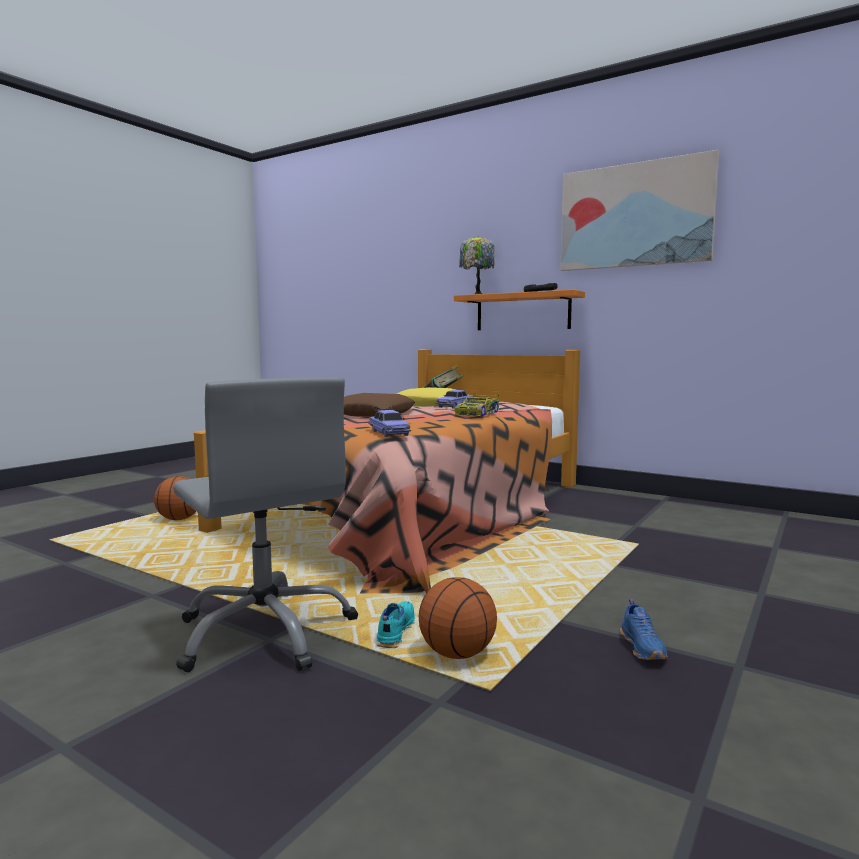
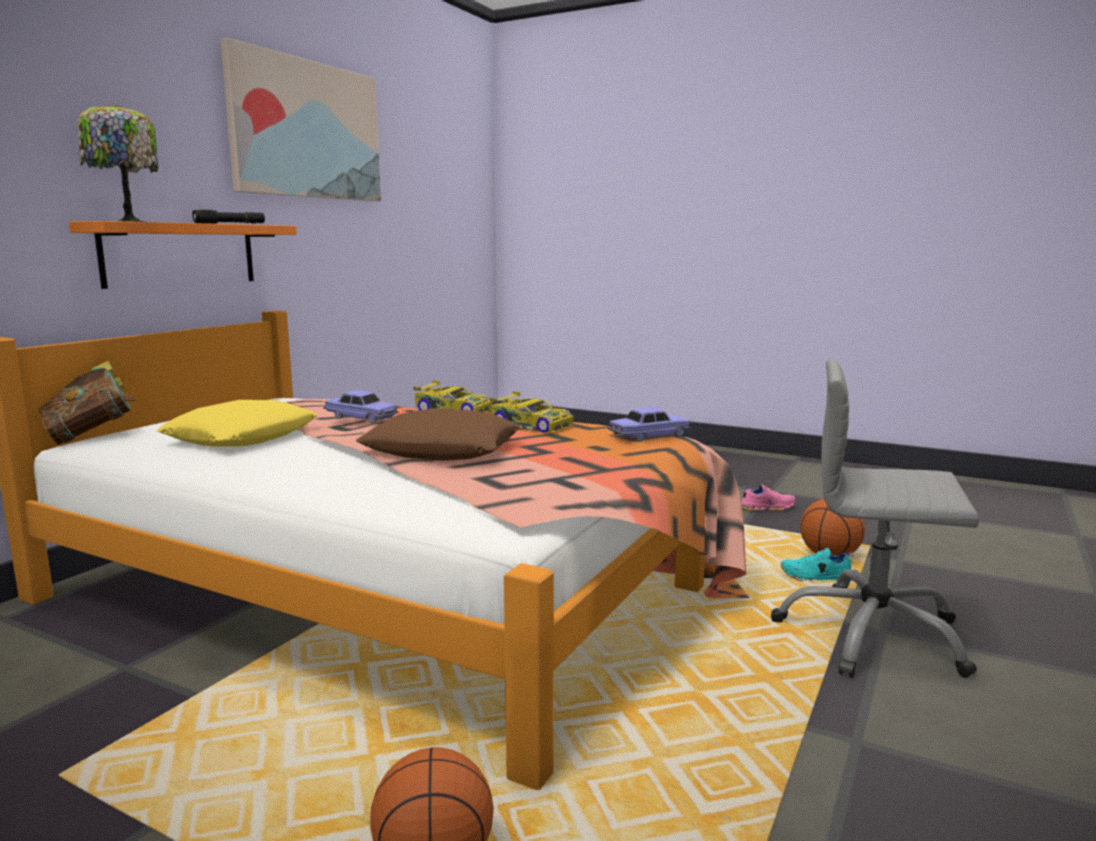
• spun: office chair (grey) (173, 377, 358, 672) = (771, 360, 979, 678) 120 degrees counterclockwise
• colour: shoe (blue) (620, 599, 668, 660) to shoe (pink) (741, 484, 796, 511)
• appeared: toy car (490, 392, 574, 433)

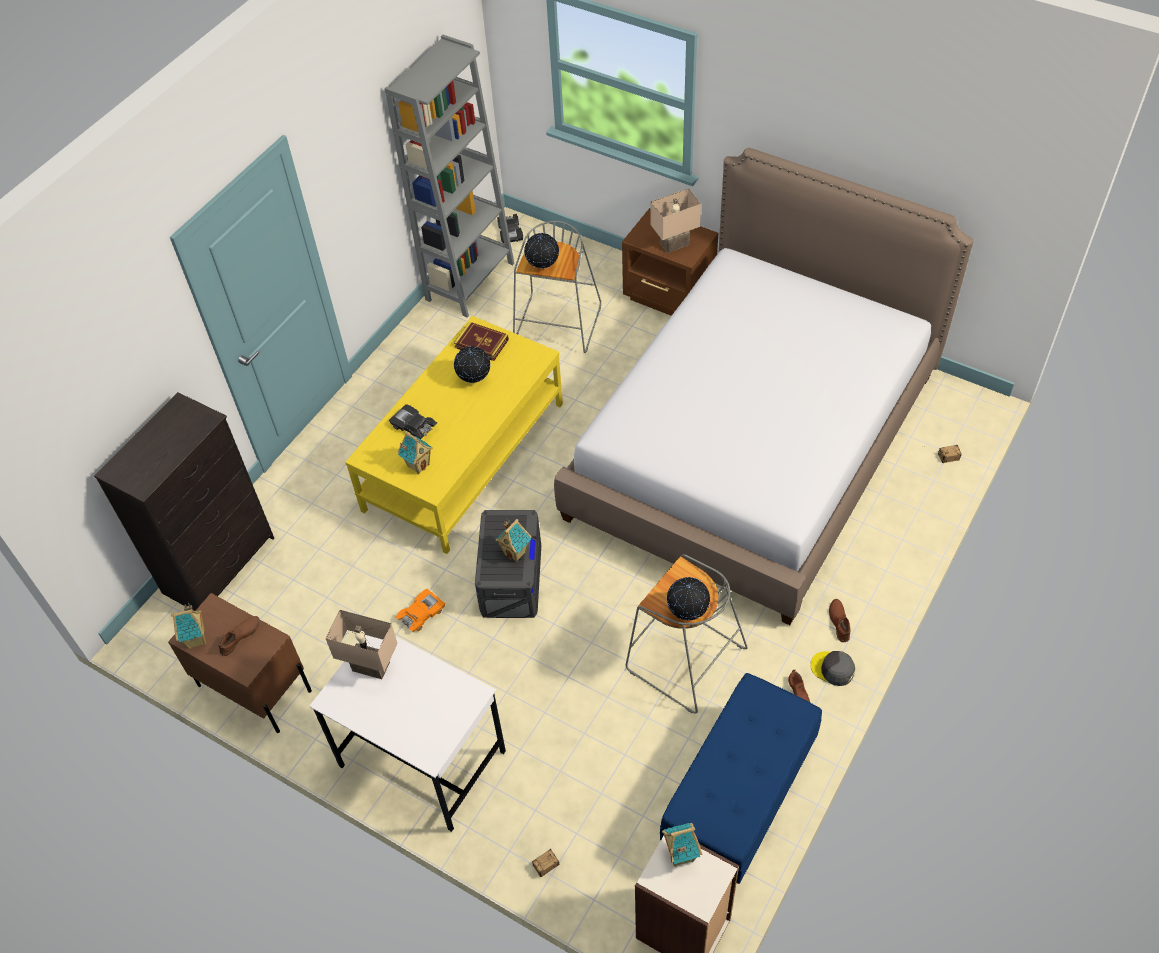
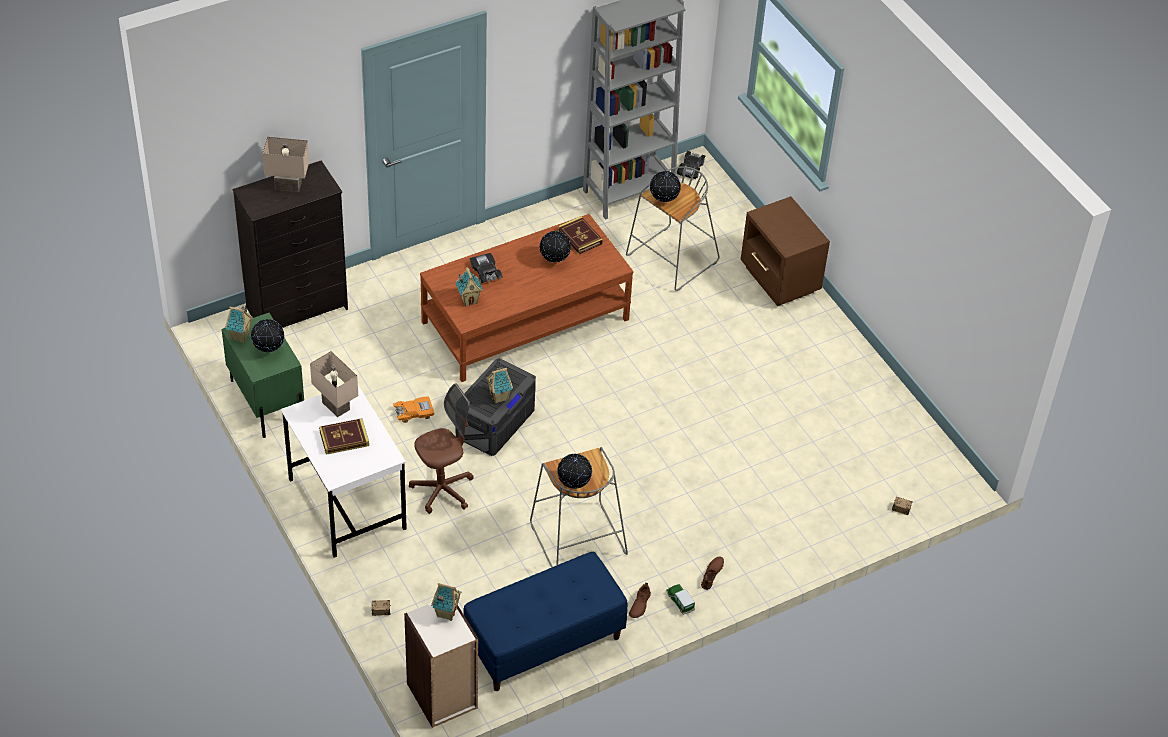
• missing: bed (554, 148, 974, 625)
• relocated: table lamp (beige) (650, 188, 701, 253) to (262, 137, 309, 192)
• colour: coffee table (yellow) (345, 316, 563, 554) to coffee table (brown) (420, 214, 633, 382)
• colour: nightstand (brown) (168, 593, 312, 733) to nightstand (green) (222, 313, 304, 438)
• exchanged: shoe (brown) (218, 616, 260, 656) to globe (251, 319, 284, 352)
• exchanged: cap (grey) (810, 651, 855, 686) to toy car (666, 584, 695, 615)
• appeared: office chair (brown) (409, 384, 474, 514)
• appeared: book (319, 418, 369, 454)

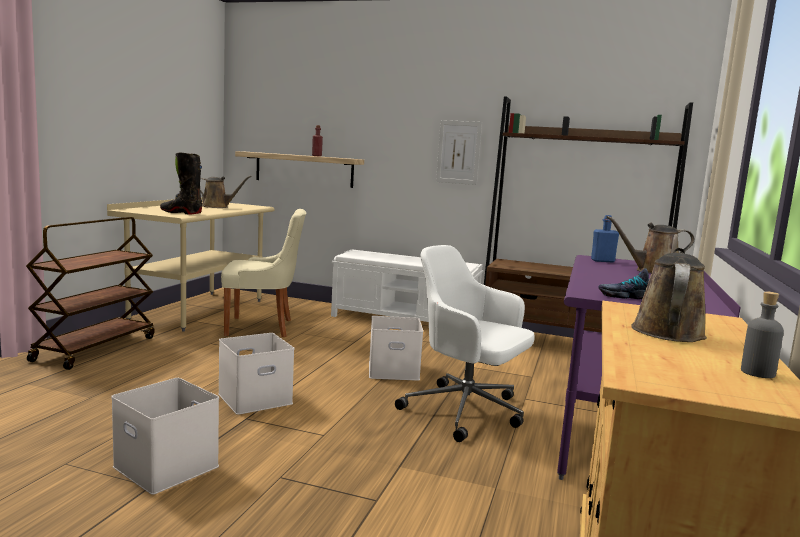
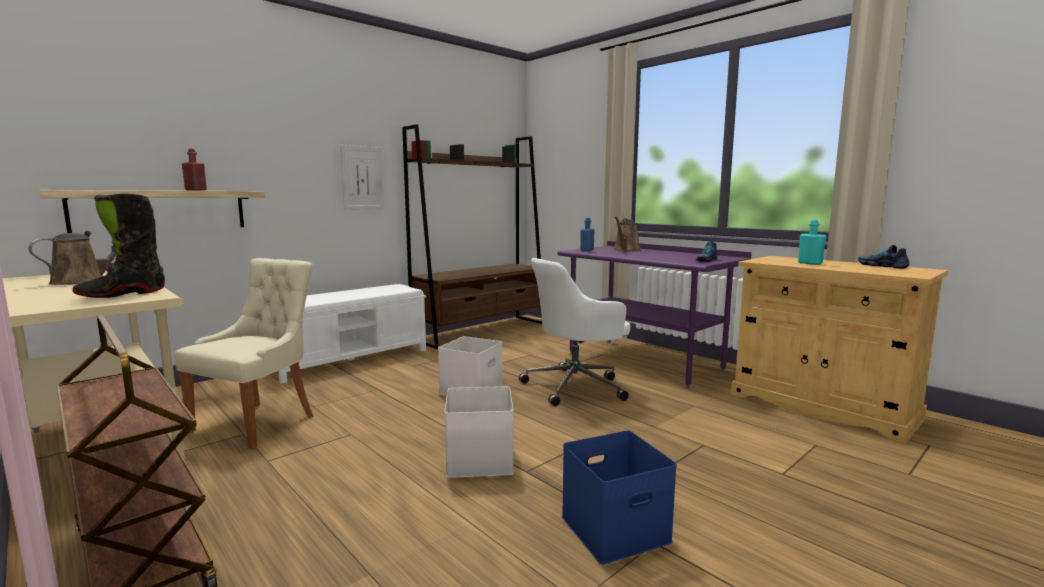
• exchanged: watering can (brown) (631, 234, 707, 342) to bottle (turquoise) (798, 220, 826, 265)
• exchanged: bottle (grey) (741, 291, 784, 378) to shoe (858, 245, 909, 269)
• colour: storage box (white) (111, 378, 219, 495) to storage box (blue) (562, 430, 677, 565)

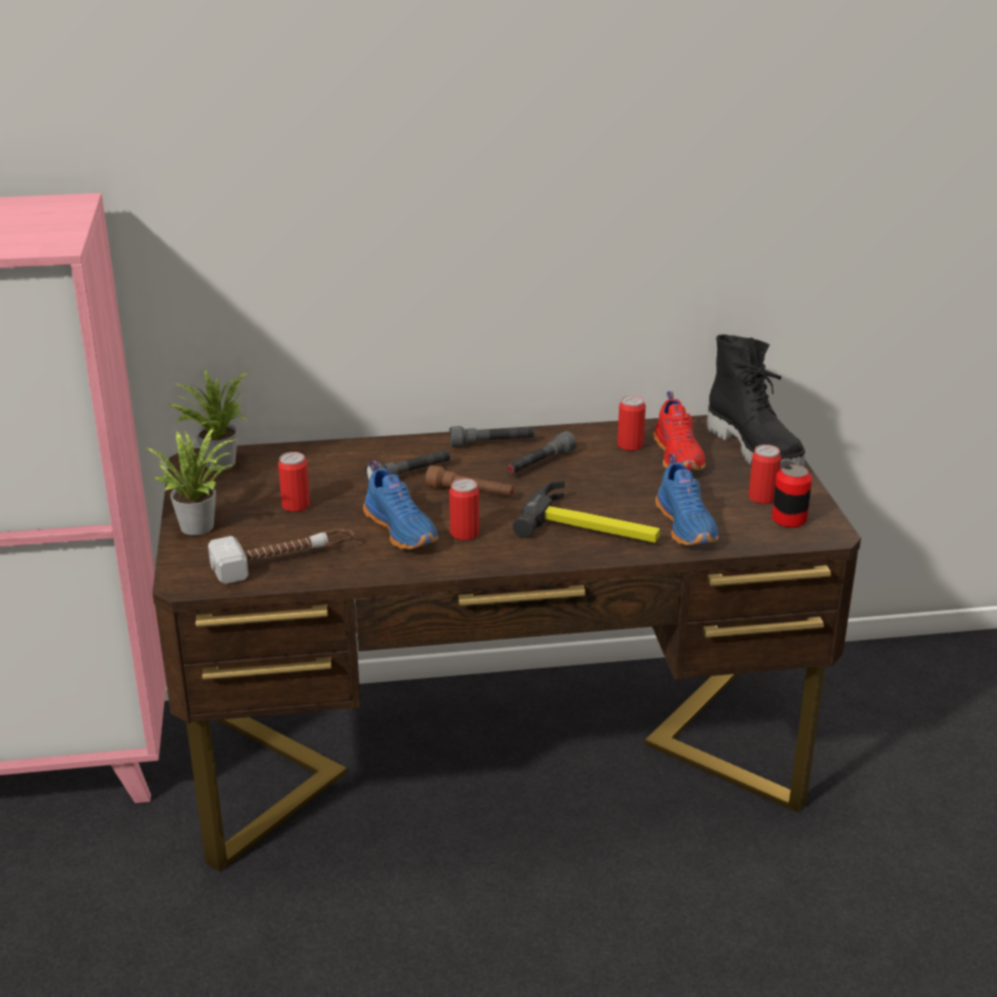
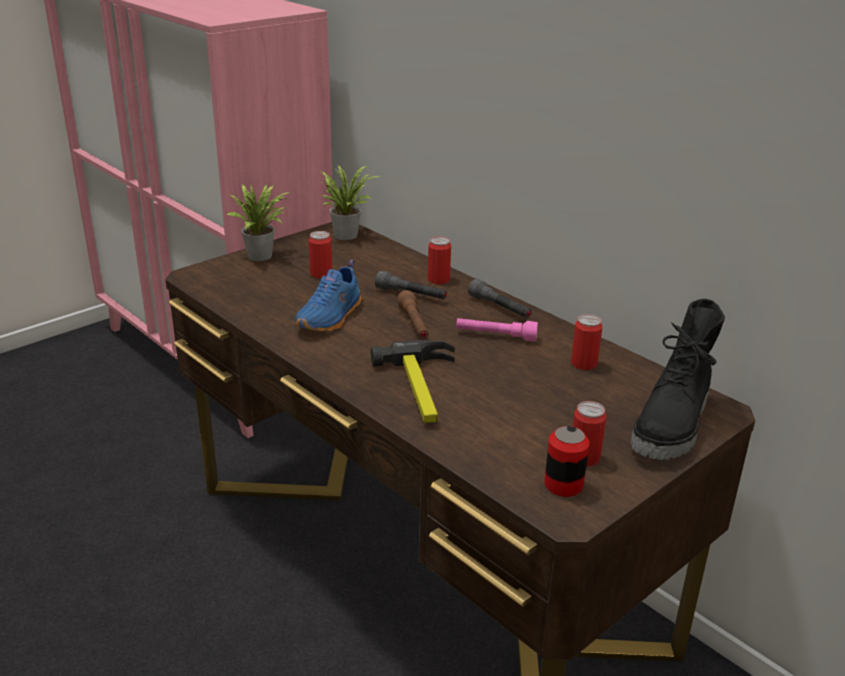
• missing: shoe (red) (653, 391, 705, 470)
• colour: flashlight (grey) (507, 431, 577, 474) to flashlight (pink) (456, 318, 538, 341)
• missing: shoe (blue) (655, 454, 719, 545)
• relocated: can (449, 478, 479, 540) to (428, 236, 451, 284)
• missing: hammer (208, 529, 354, 584)

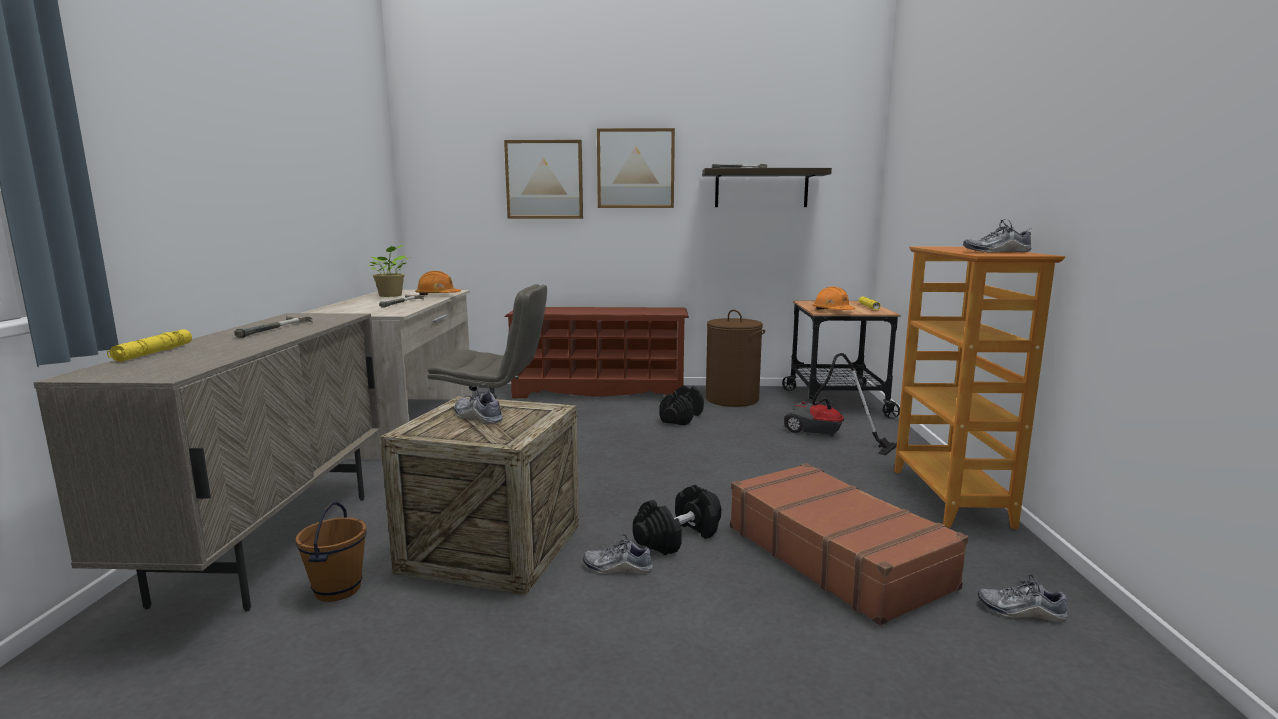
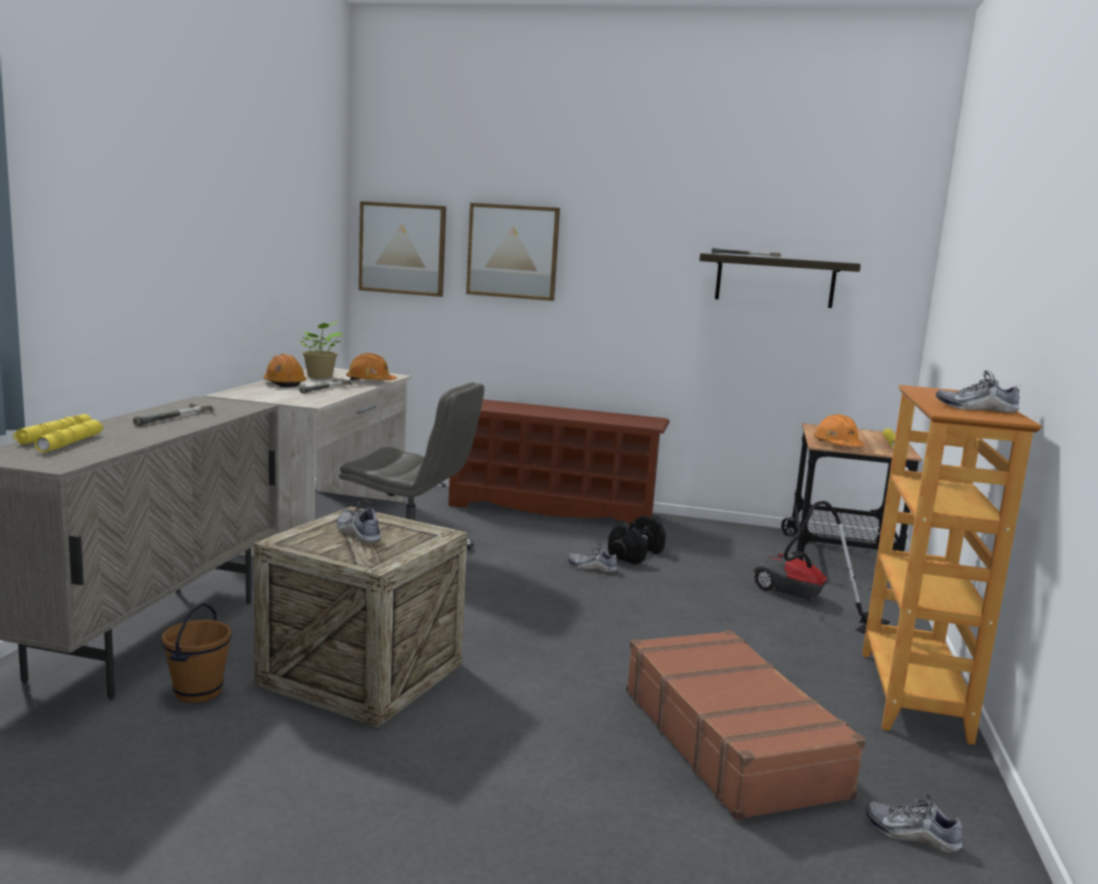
• relocated: picture (597, 128, 675, 208) to (359, 201, 446, 297)
• missing: laundry basket (brown) (706, 310, 765, 407)
• missing: dumbbell (black) (633, 485, 721, 555)
• relocated: shoe (583, 534, 653, 574) to (568, 543, 618, 572)
• appeared: hard hat (orange) (263, 354, 306, 388)
• appeared: flashlight (yellow) (35, 419, 104, 452)

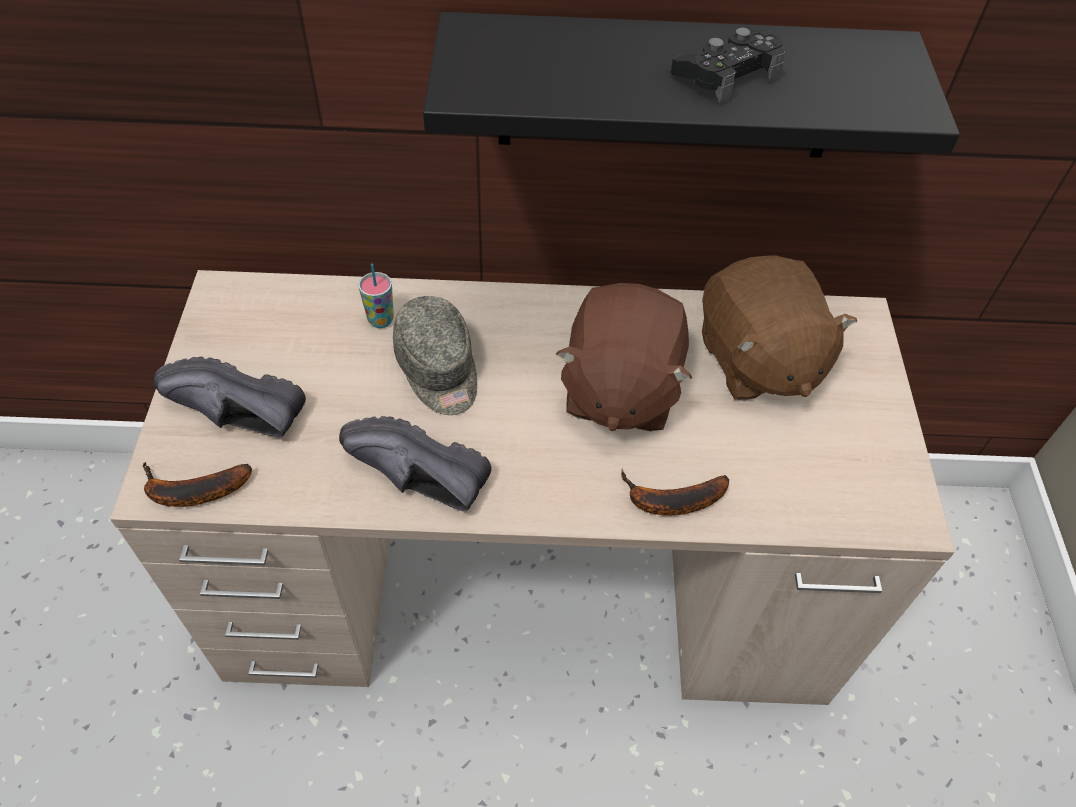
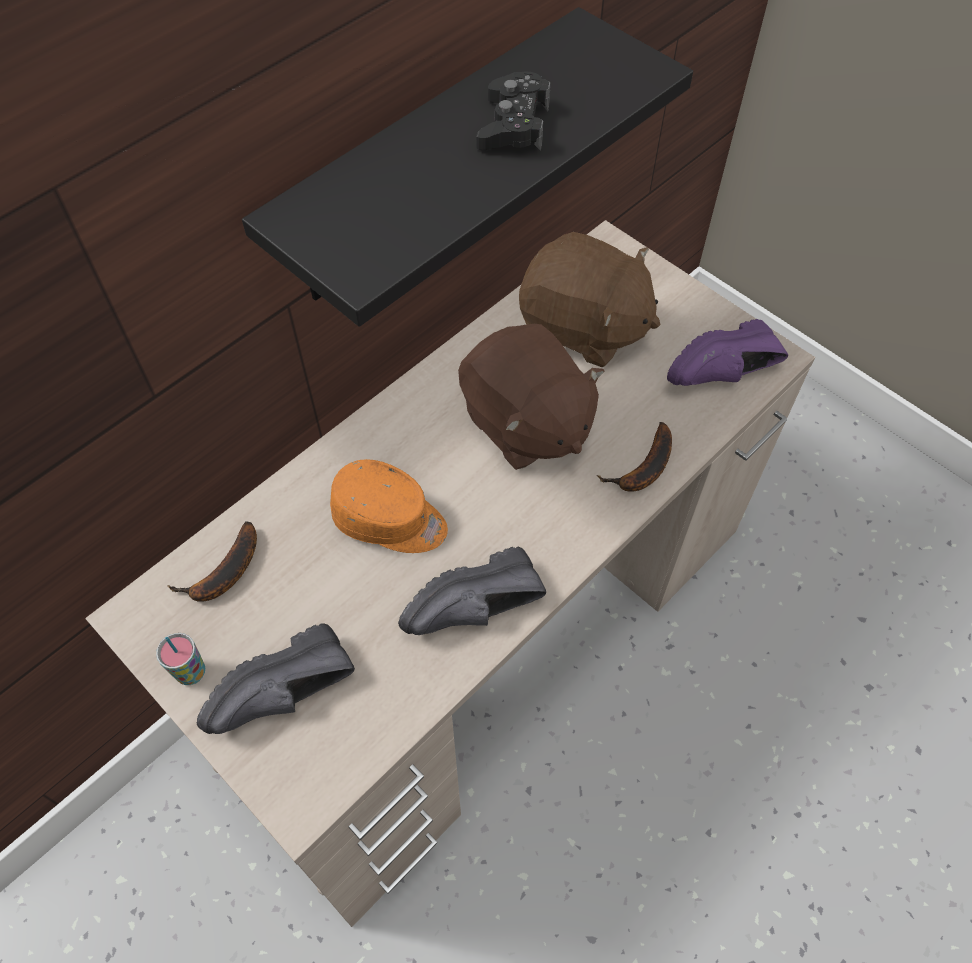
• relocated: cup (359, 263, 394, 328) to (156, 633, 205, 685)
• colour: cap (grey) (393, 296, 477, 415) to cap (orange) (330, 459, 448, 553)
• relocated: banana (143, 462, 252, 507) to (168, 521, 257, 602)
• appeared: shoe (purple) (667, 319, 788, 386)

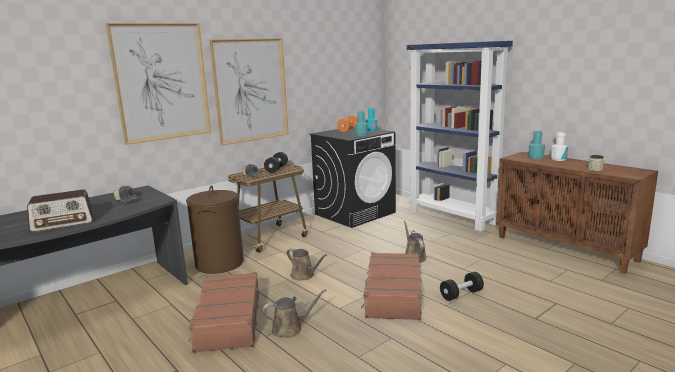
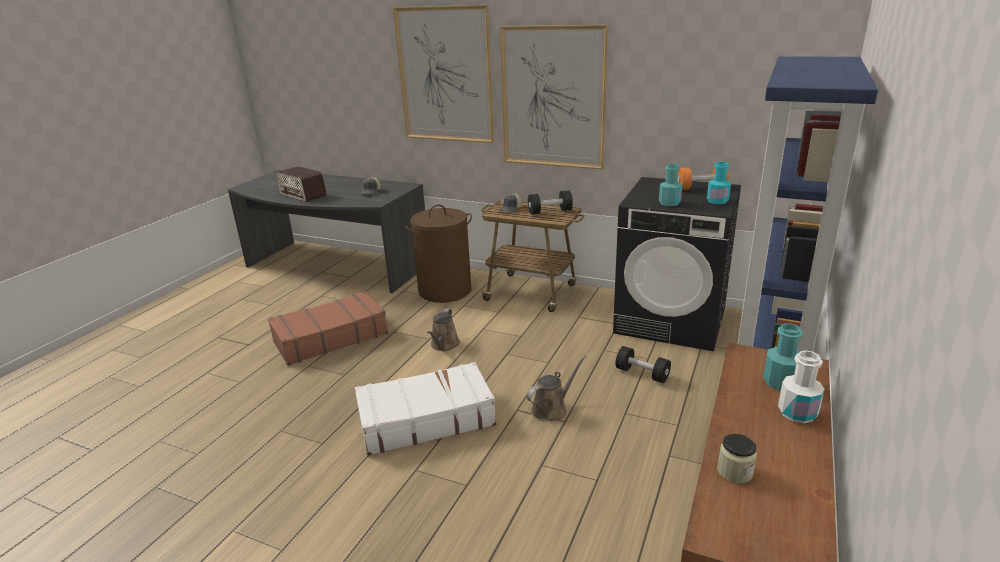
• colour: suitcase (brown) (361, 252, 422, 320) to suitcase (white) (355, 362, 496, 456)
• relocated: dumbbell (black) (440, 272, 484, 301) to (615, 346, 671, 383)
• missing: watering can (brown) (262, 289, 327, 338)

